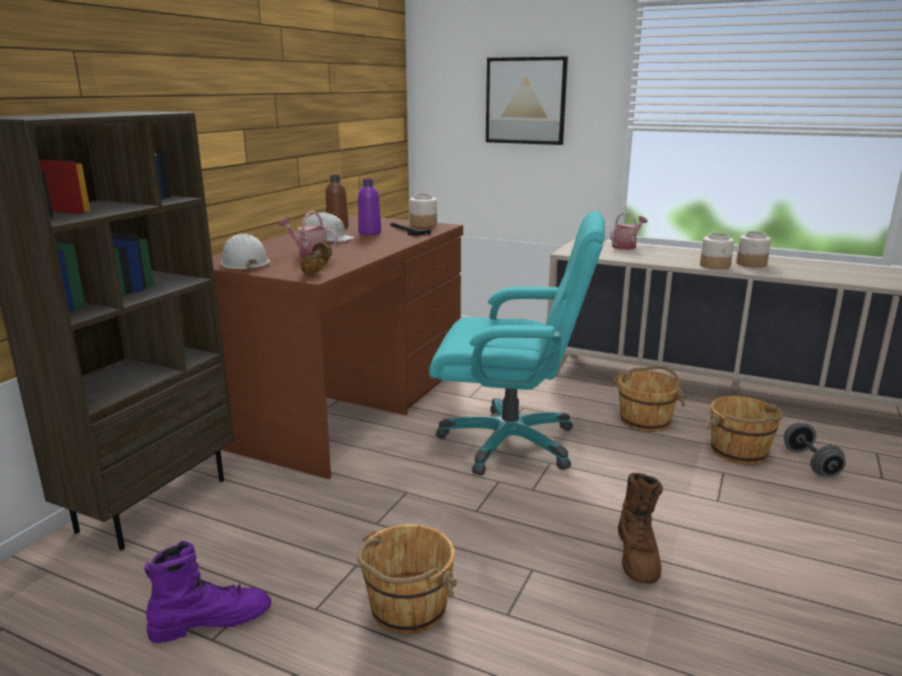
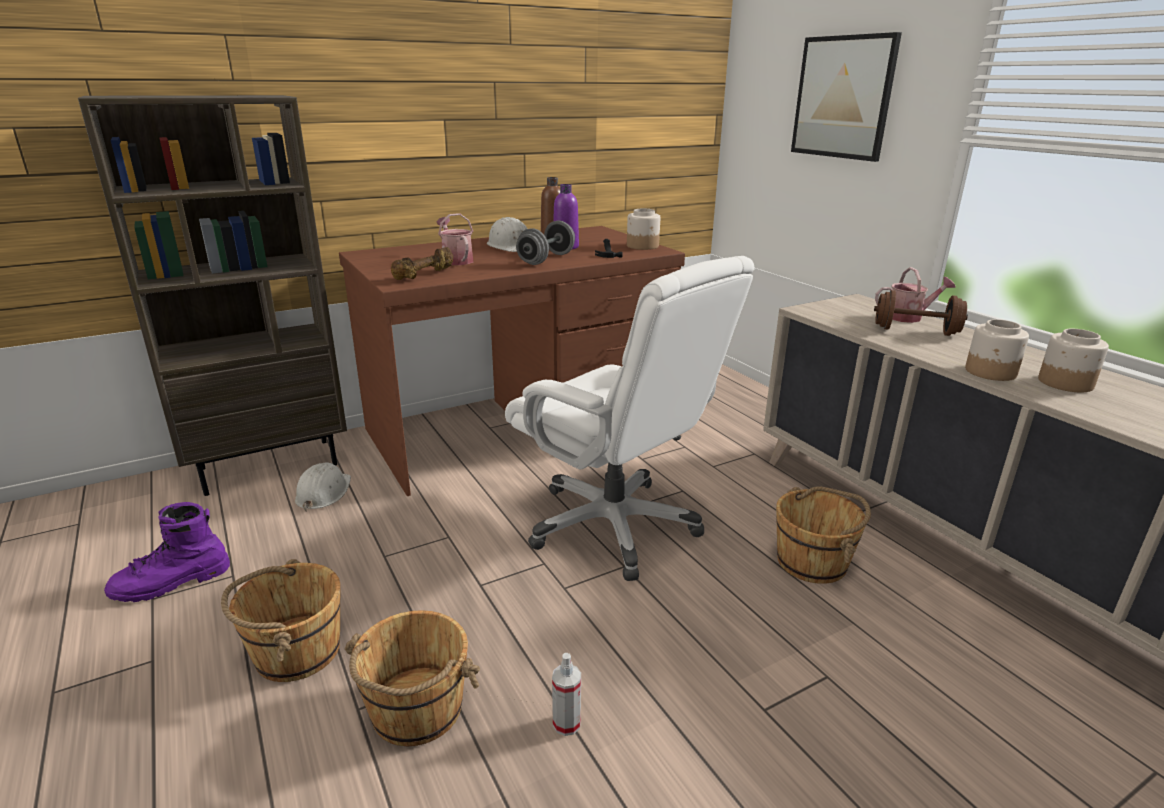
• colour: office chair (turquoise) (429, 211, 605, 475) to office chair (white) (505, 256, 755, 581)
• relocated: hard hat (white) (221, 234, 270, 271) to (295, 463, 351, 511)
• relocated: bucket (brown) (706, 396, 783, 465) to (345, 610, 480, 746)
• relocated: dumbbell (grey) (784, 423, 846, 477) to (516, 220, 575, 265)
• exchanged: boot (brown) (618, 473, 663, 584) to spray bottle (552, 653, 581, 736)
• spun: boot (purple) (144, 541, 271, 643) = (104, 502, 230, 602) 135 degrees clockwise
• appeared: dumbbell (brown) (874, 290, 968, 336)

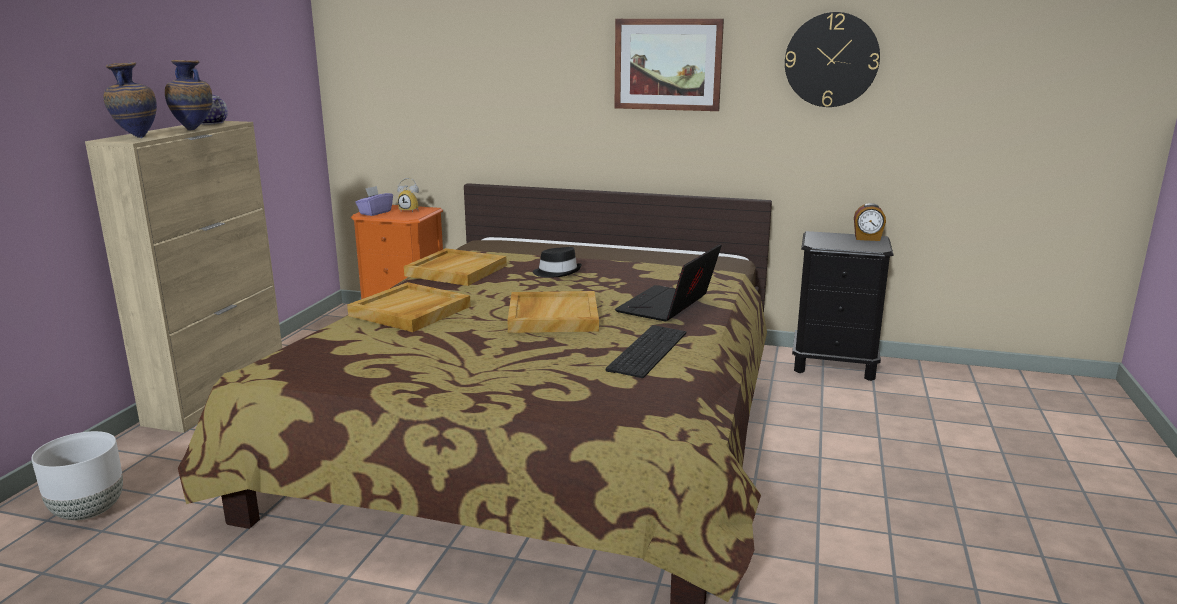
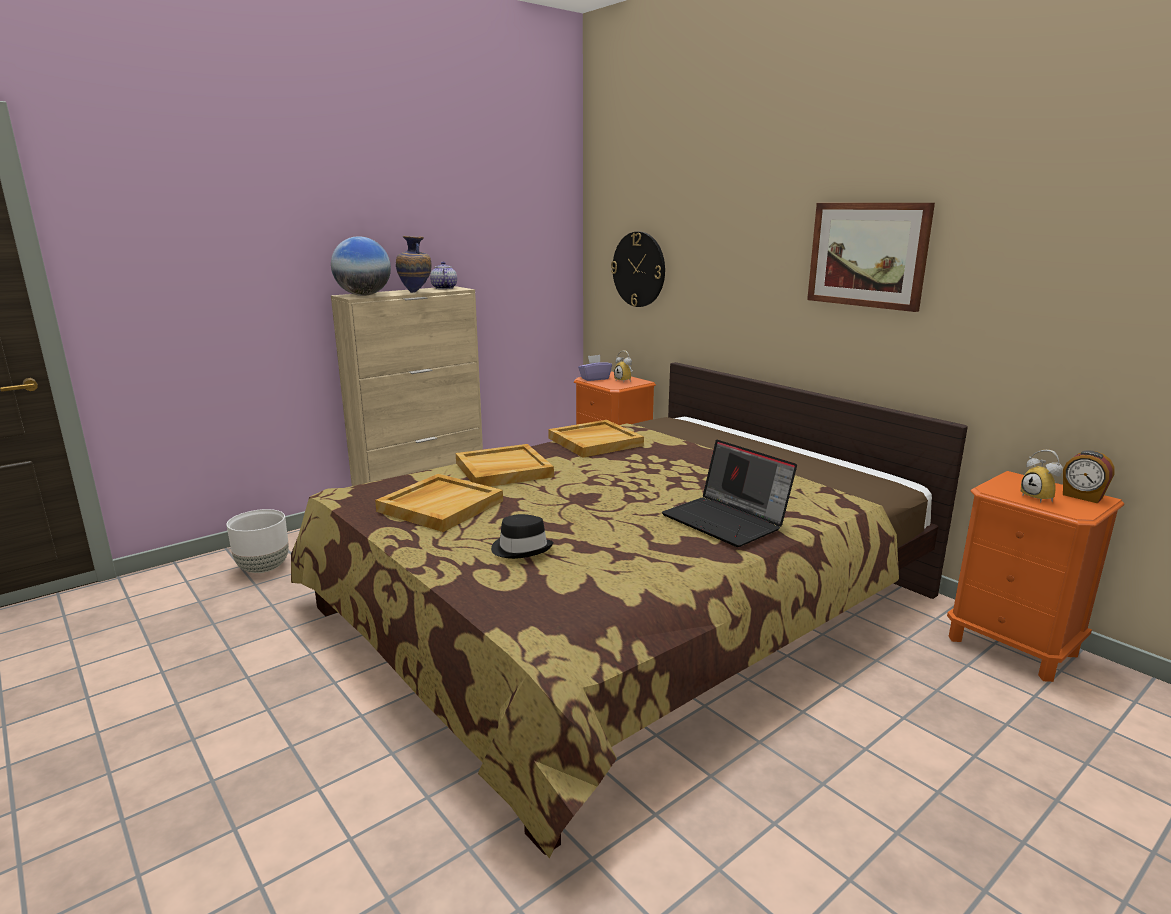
• relocated: wall clock (785, 12, 880, 107) to (611, 232, 665, 307)
• exchanged: vase (103, 62, 157, 138) to globe (331, 236, 391, 296)
• colour: nightstand (black) (792, 231, 894, 381) to nightstand (orange) (947, 471, 1124, 682)
• spun: laptop (615, 244, 722, 322) = (662, 440, 797, 547) 105 degrees counterclockwise
• relocated: hat (black) (533, 247, 582, 278) to (491, 514, 554, 559)
• relocated: tray (beige) (508, 291, 599, 333) to (375, 474, 503, 532)
• missing: keyboard (606, 325, 686, 378)
• appeared: alarm clock (1021, 450, 1063, 503)

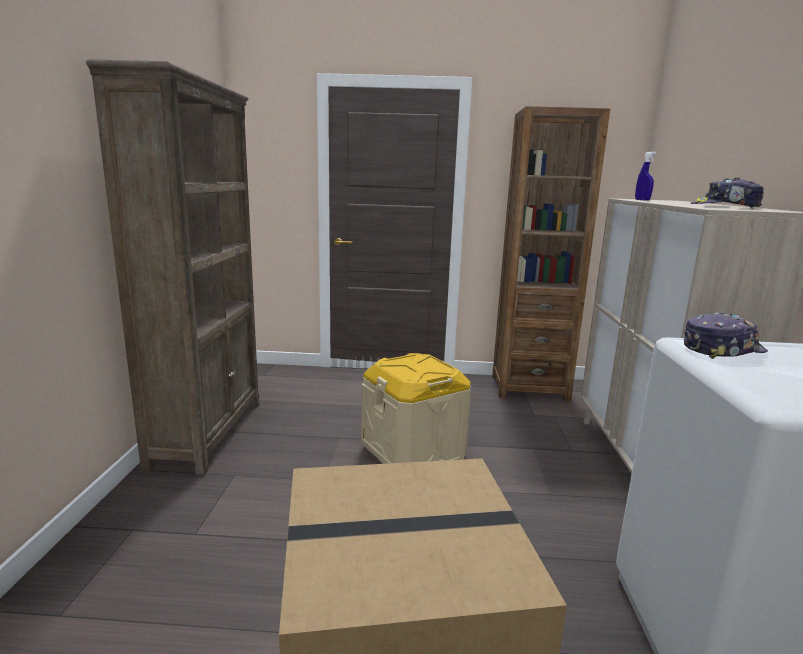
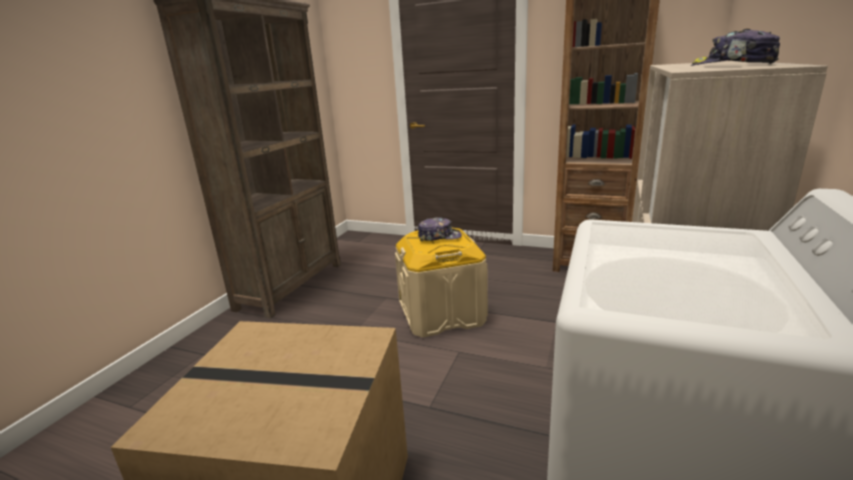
• missing: spray bottle (blue) (635, 152, 656, 200)
• relocated: cap (684, 313, 768, 359) to (418, 217, 462, 242)

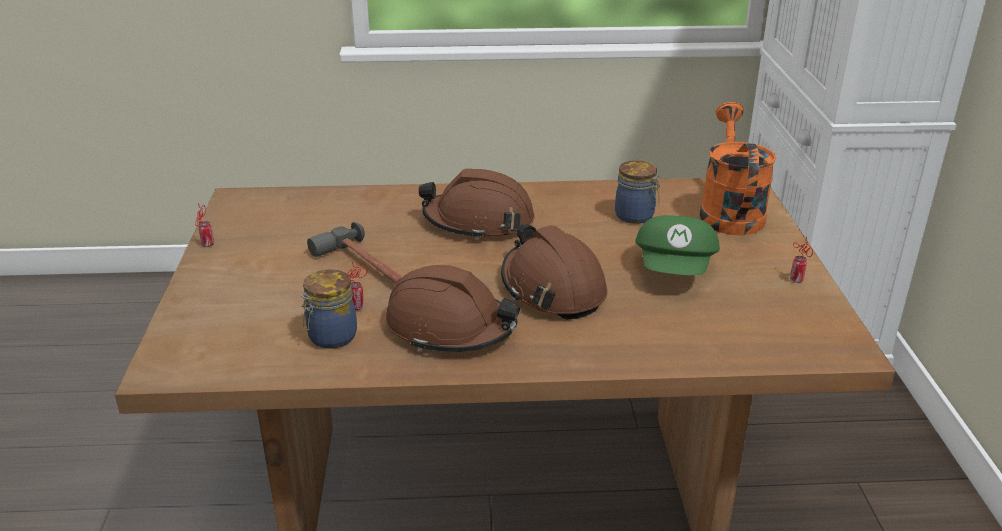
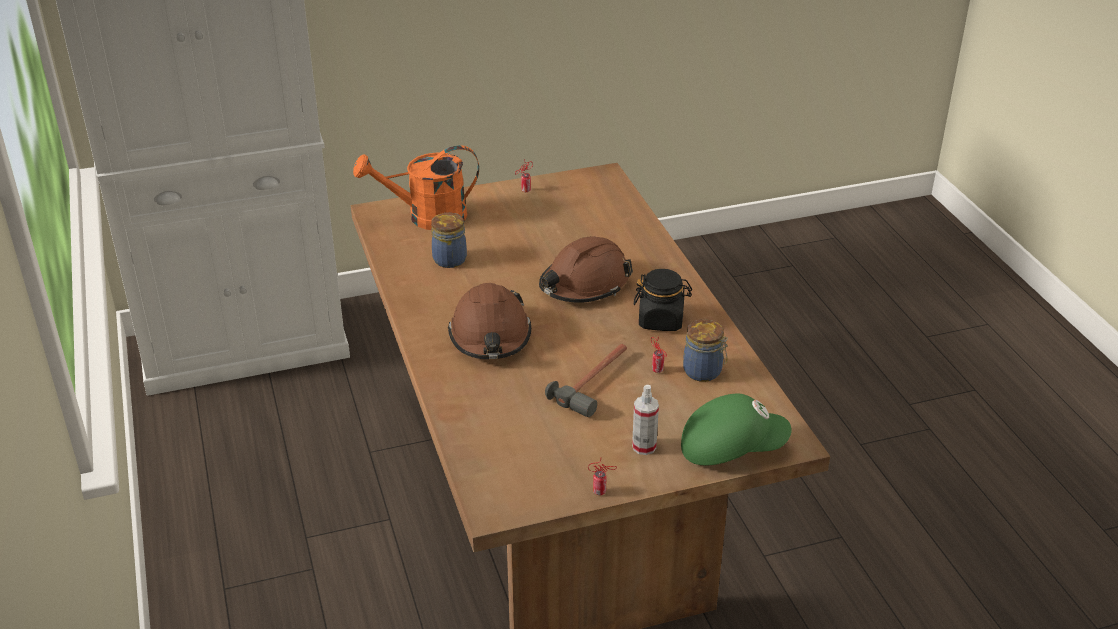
• relocated: cap (green) (635, 215, 720, 275) to (681, 394, 792, 465)
• exchanged: hard hat (brown) (385, 265, 520, 352) to jar (black) (633, 269, 692, 331)
• appeared: spray bottle (632, 385, 659, 455)

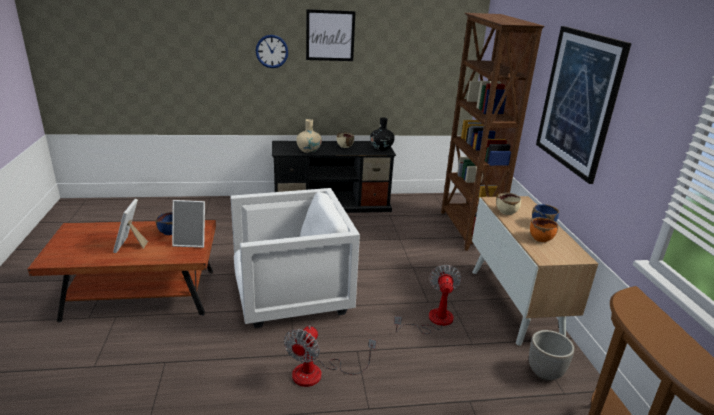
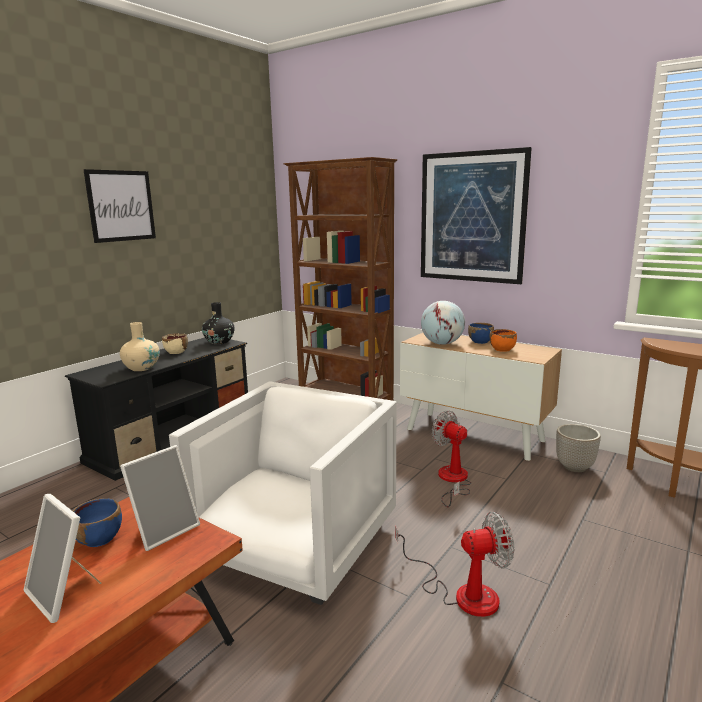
• missing: wall clock (256, 35, 288, 68)
• exchanged: bowl (beige) (496, 193, 521, 215) to globe (421, 301, 465, 345)
• spun: fan (284, 325, 376, 387) = (395, 512, 514, 617) 75 degrees counterclockwise

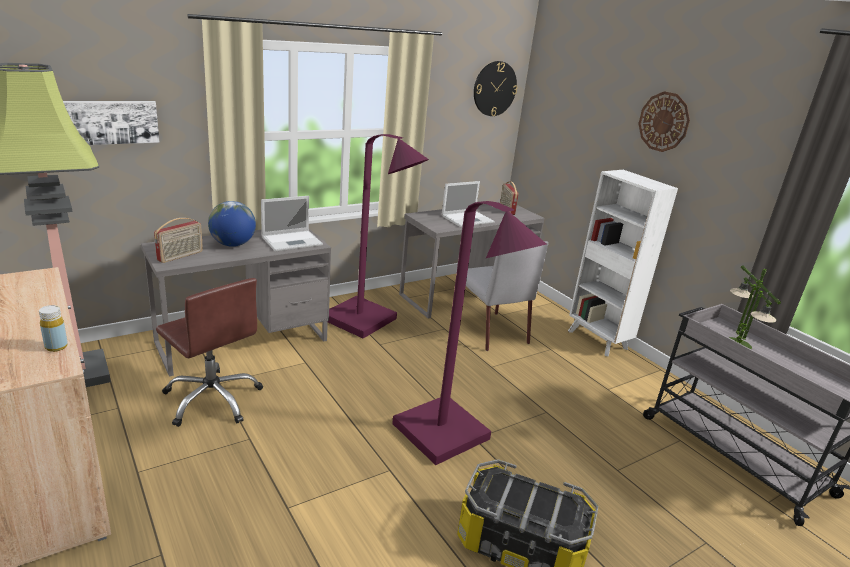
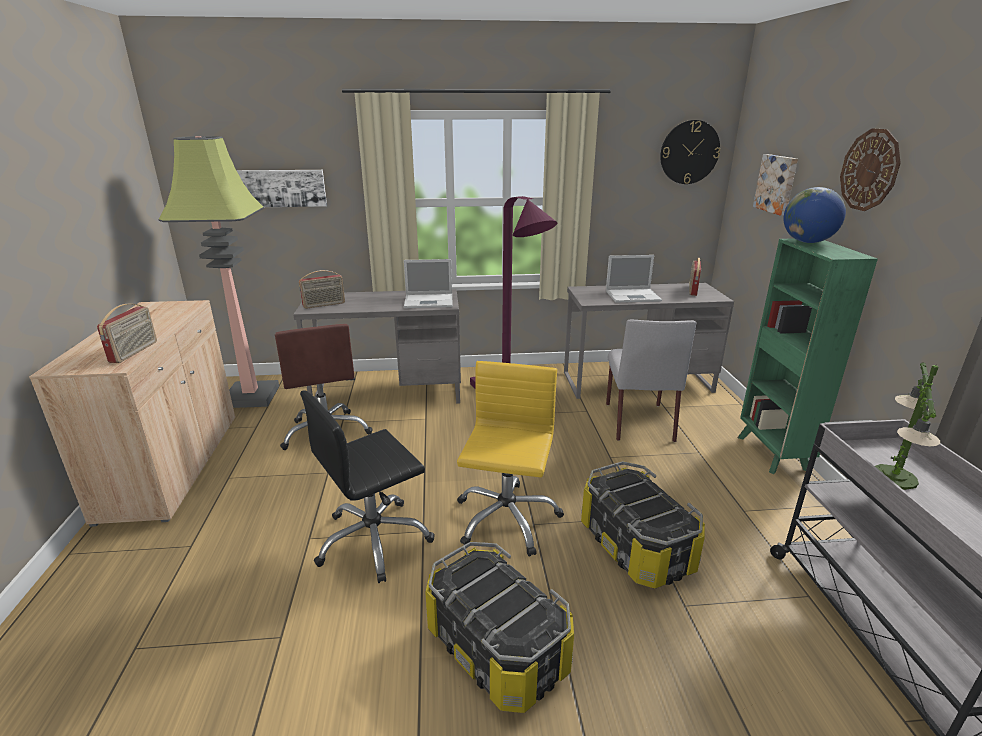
• colour: bookcase (white) (568, 170, 678, 356) to bookcase (green) (738, 238, 878, 474)
• relocated: globe (208, 201, 256, 247) to (784, 187, 846, 243)
• exchanged: floor lamp (purple) (392, 201, 546, 465) to office chair (yellow) (457, 361, 564, 557)
• exchanged: bottle (yellow) (39, 305, 68, 352) to radio (97, 304, 157, 363)
• appeared: picture (753, 154, 798, 216)
• appeared: office chair (black) (300, 390, 435, 583)
• appeared: storage box (581, 461, 705, 588)

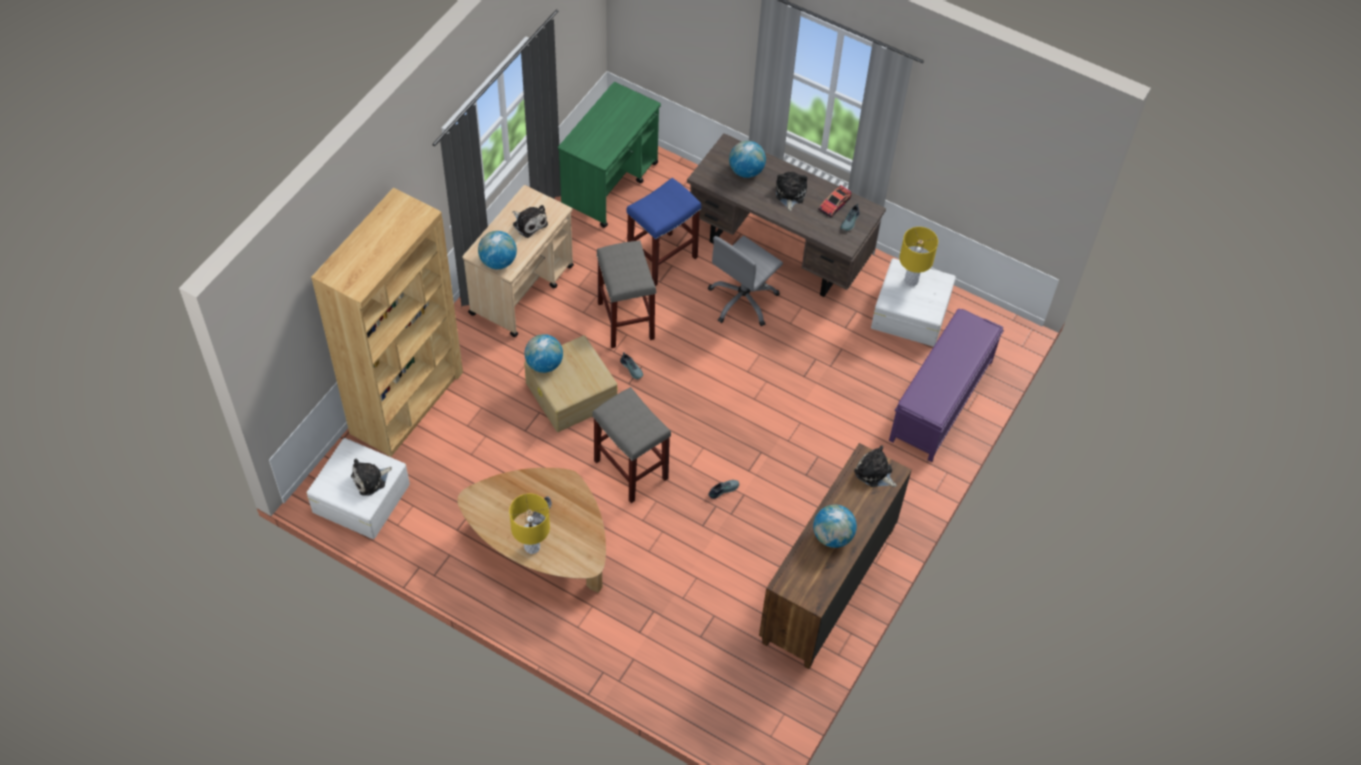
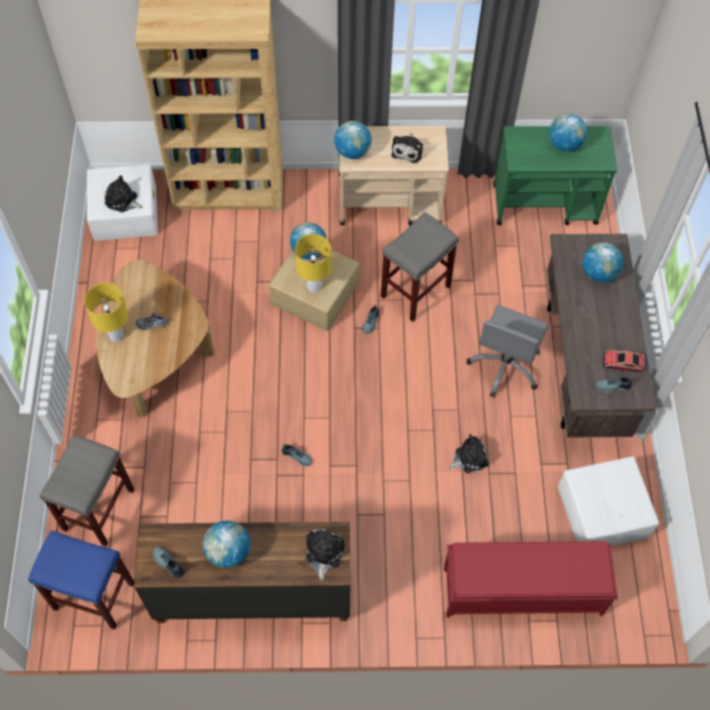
• relocated: plush toy (776, 172, 807, 212) to (449, 434, 489, 473)
• relocated: stool (blue) (626, 178, 701, 286) to (28, 530, 134, 630)
• relocated: table lamp (yellow) (899, 227, 938, 286) to (295, 234, 331, 293)
• spun: office chair (grey) (708, 236, 783, 326) = (467, 305, 548, 397) 75 degrees counterclockwise
• colour: bench (purple) (889, 309, 1004, 462) to bench (red) (444, 541, 618, 618)
• relocated: stool (grey) (592, 387, 671, 503) to (39, 435, 135, 546)
• appeared: globe (549, 114, 587, 152)
• appeared: shoe (153, 547, 184, 578)

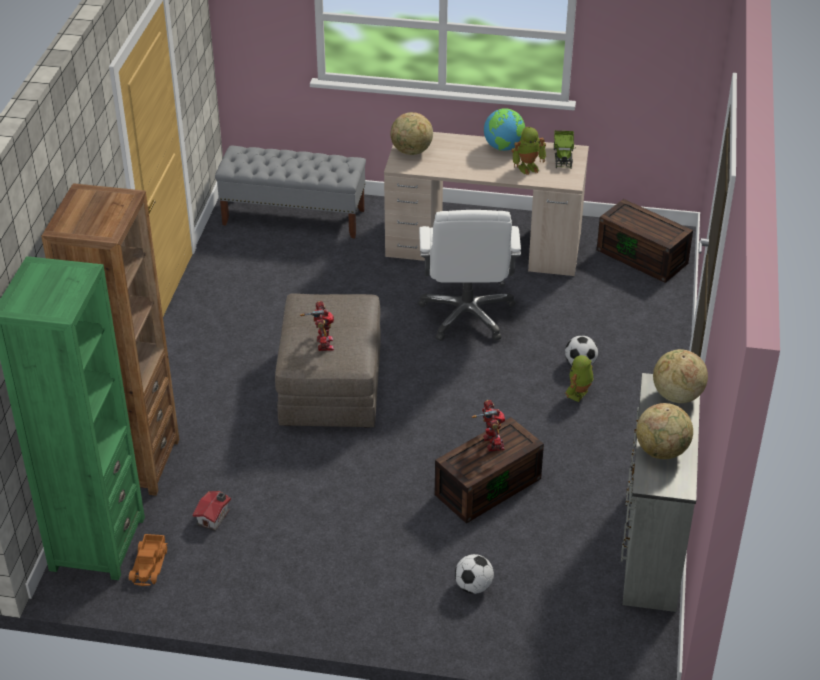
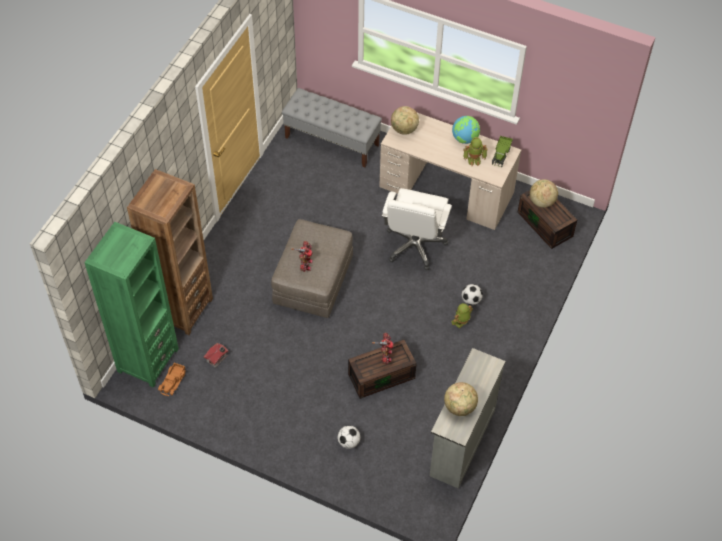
• relocated: globe (653, 349, 708, 403) to (530, 179, 558, 208)

